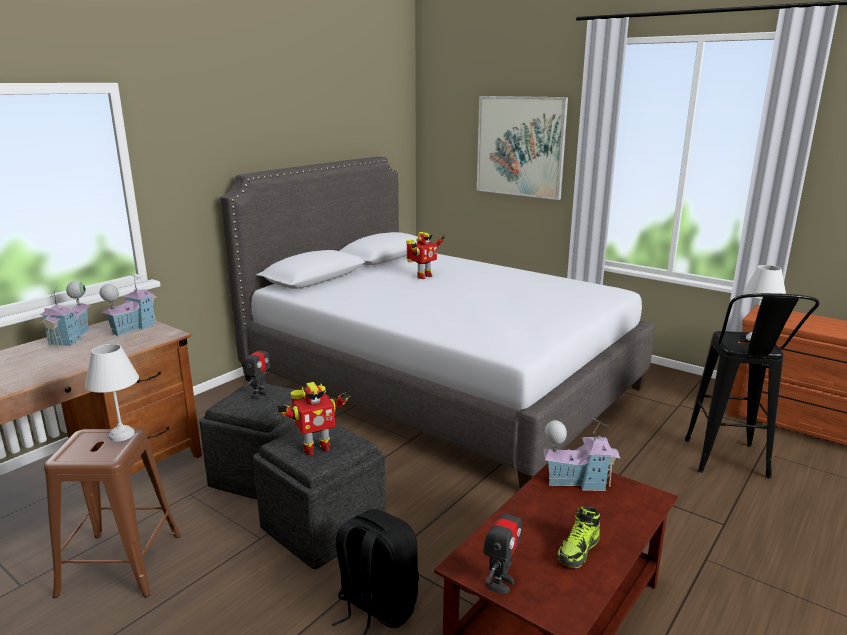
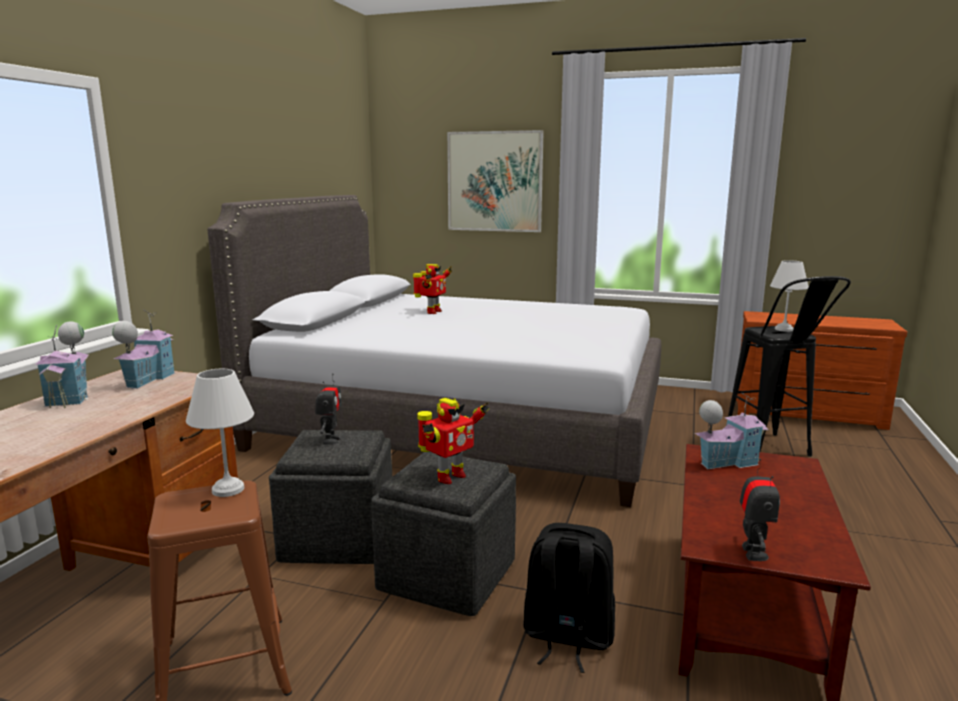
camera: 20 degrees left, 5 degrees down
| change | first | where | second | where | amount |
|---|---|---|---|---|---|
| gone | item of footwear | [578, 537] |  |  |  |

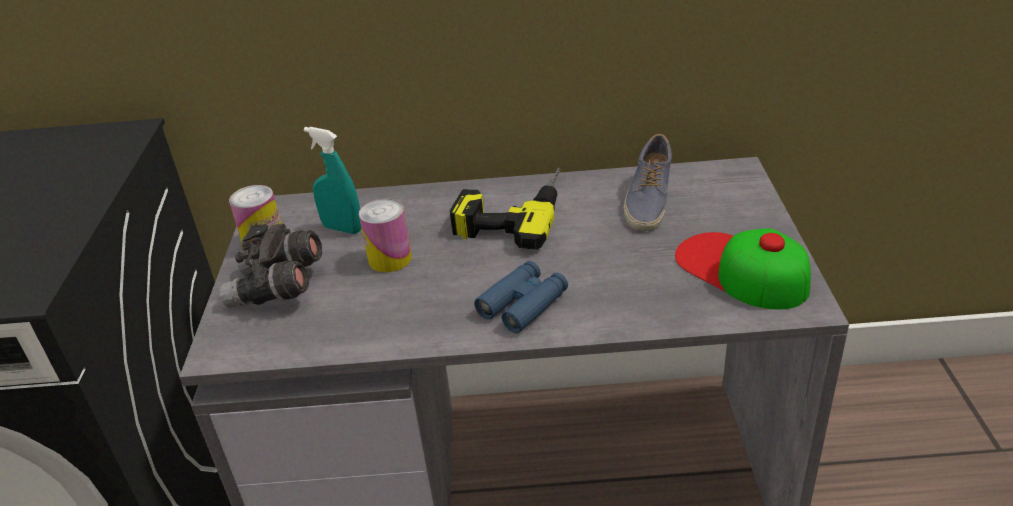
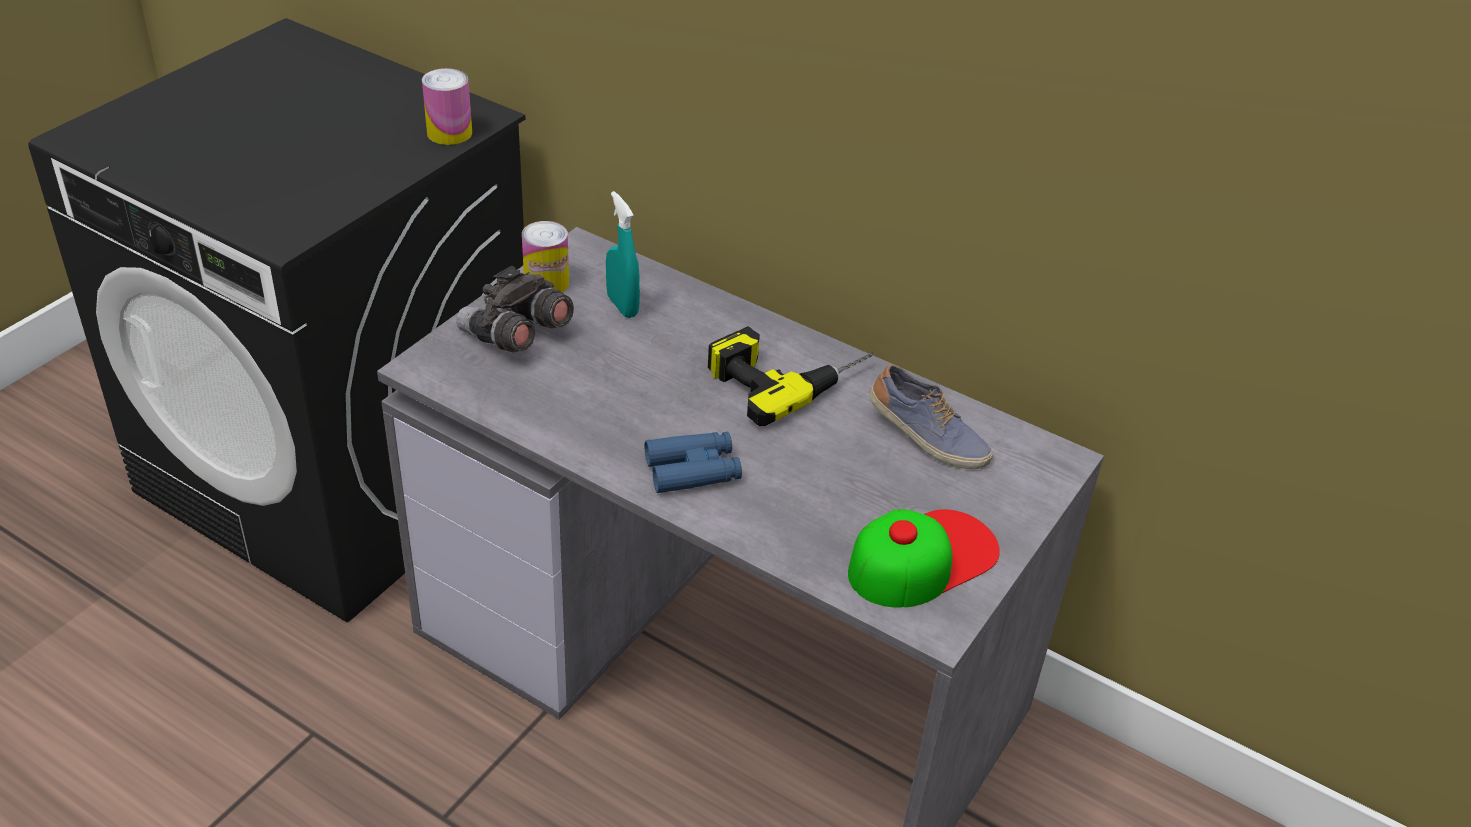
camera: 30 degrees right, 5 degrees up
| change | first | where | second | where | amount |
|---|---|---|---|---|---|
| shifted | metal can | [385, 235] |  | [447, 106] |  |
| rotated | baseball cap | [743, 269] |  | [924, 558] | 60 degrees clockwise |
| rotated | item of footwear | [647, 182] |  | [931, 416] | 105 degrees counterclockwise |

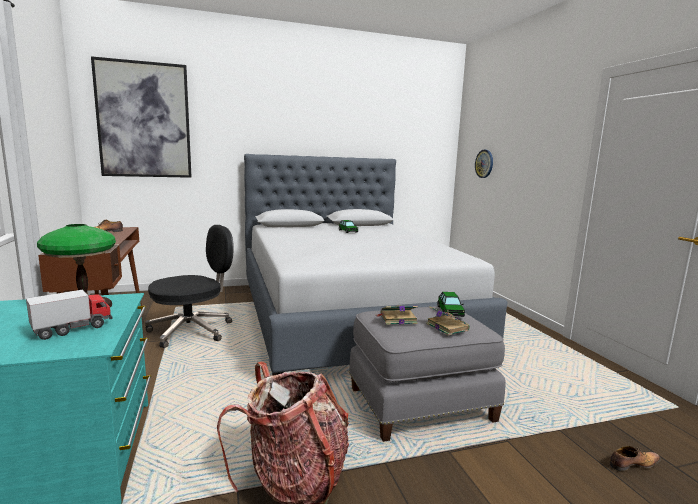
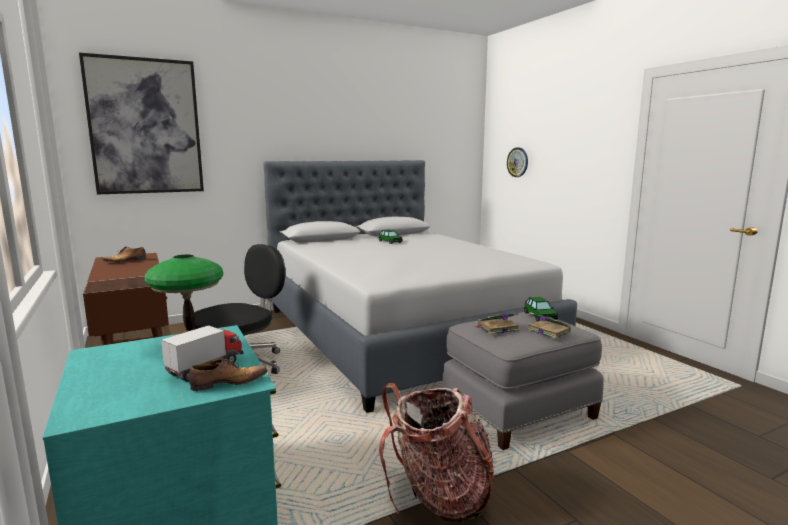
camera: 10 degrees left, 0 degrees up
| change | first | where | second | where | amount |
|---|---|---|---|---|---|
| shifted | item of footwear | [635, 458] |  | [228, 375] |  |

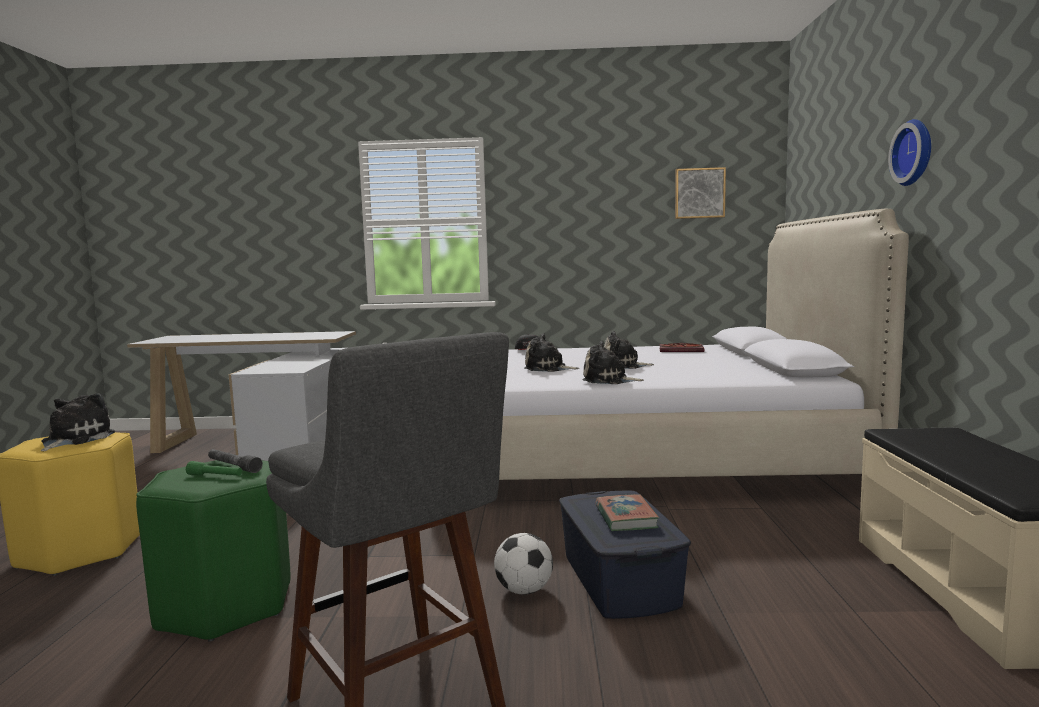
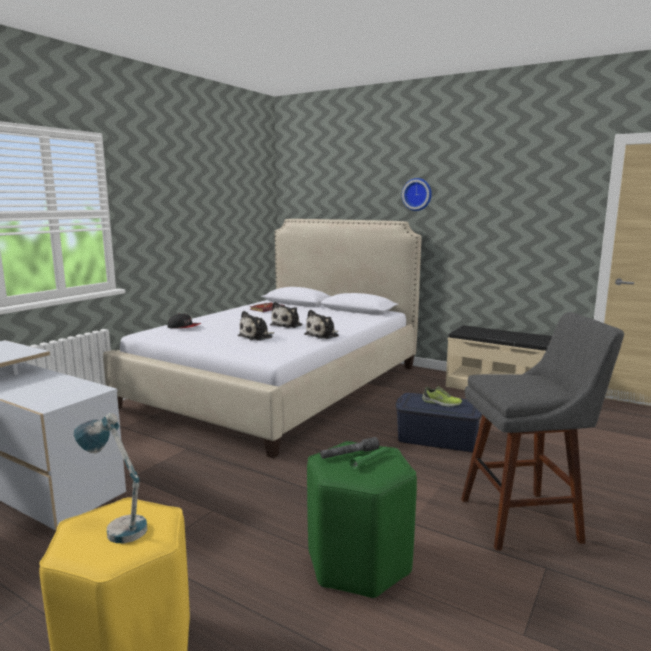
camera: 60 degrees left, 5 degrees up
| change | first | where | second | where | amount |
|---|---|---|---|---|---|
| swapped | plush toy | [78, 422] | tabletop lamp | [110, 478] |  |
| swapped | book | [627, 512] | item of footwear | [442, 396] |  |
| gone | football | [523, 564] |  |  |  |
| gone | picture | [700, 193] |  |  |  |

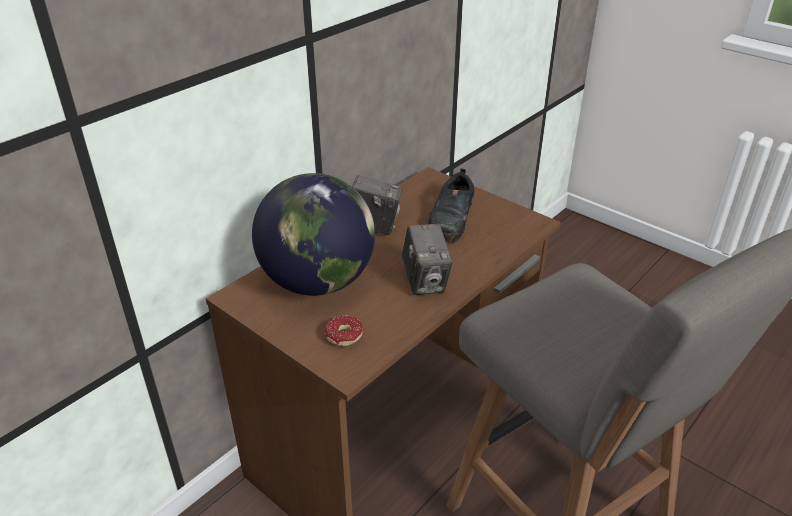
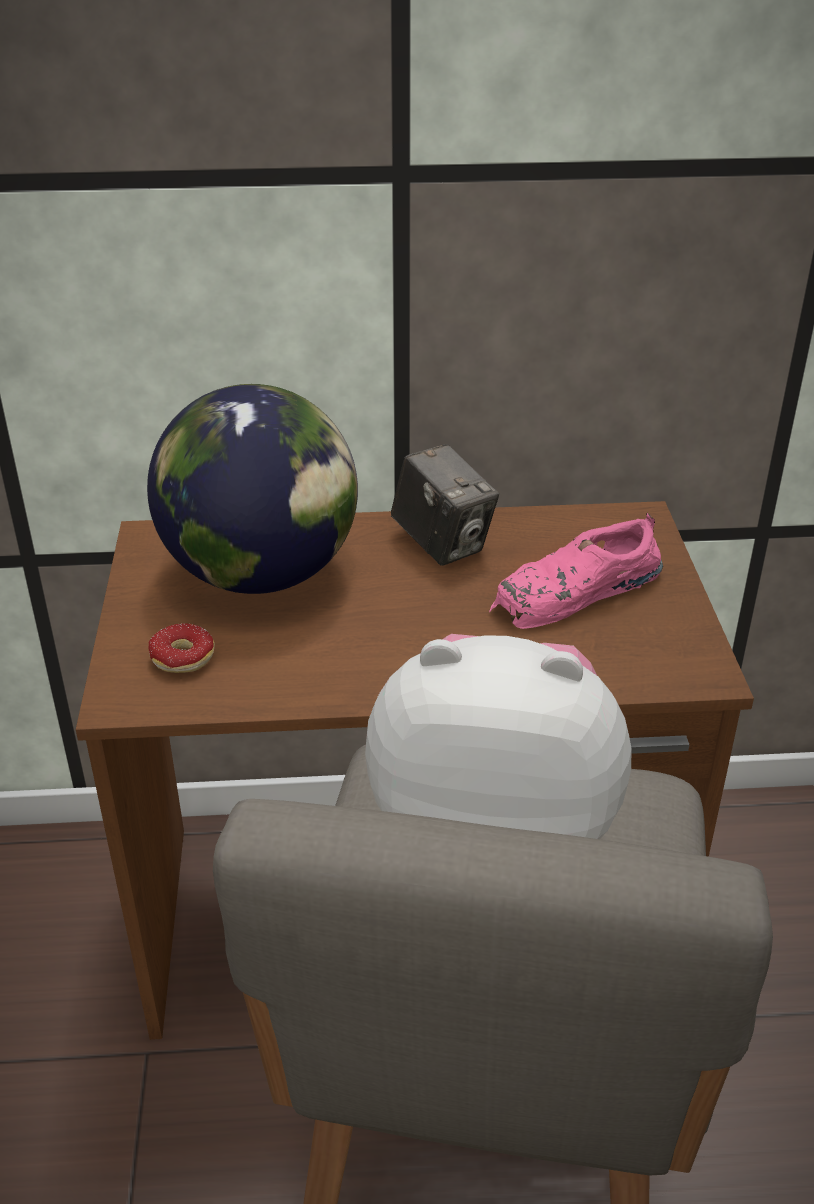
camera: 45 degrees right, 0 degrees up
| change | first | where | second | where | amount |
|---|---|---|---|---|---|
| new |  |  | plush toy | [498, 736] |  |
| repainted | black item of footwear | [451, 205] | pink-coloured item of footwear | [576, 571] |  |
| gone | photo camera | [427, 259] |  |  |  |

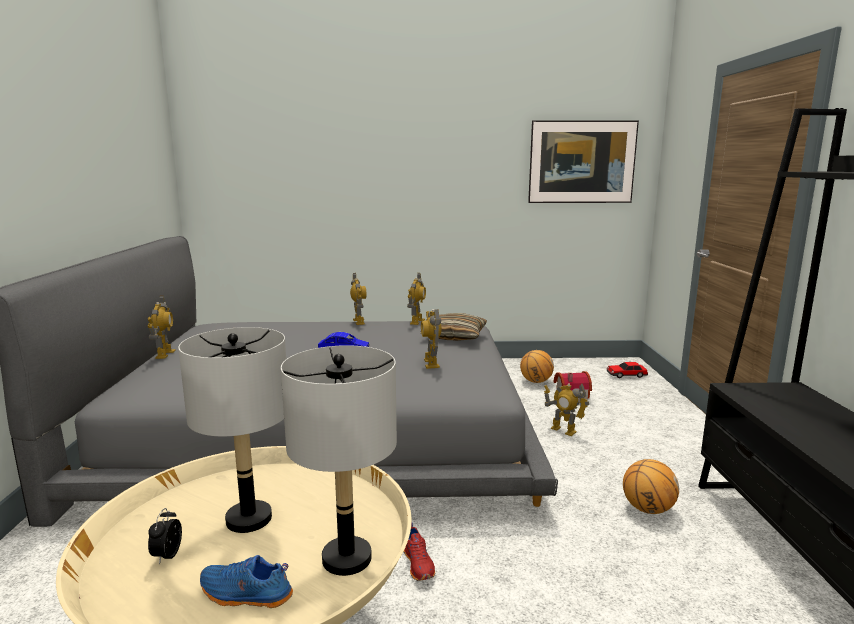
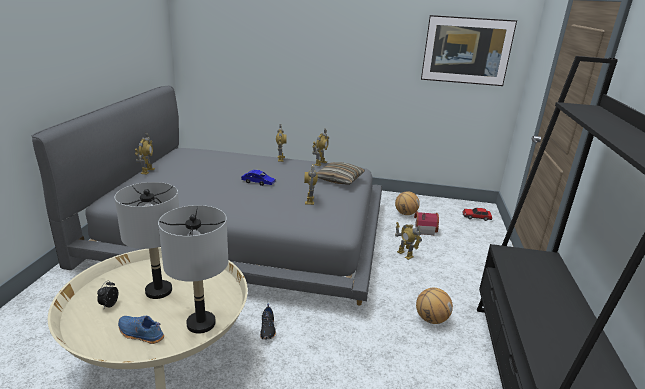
camera: 10 degrees right, 10 degrees up
| change | first | where | second | where | amount |
|---|---|---|---|---|---|
| repainted | reddish item of footwear | [419, 551] | black item of footwear | [268, 321] |  |

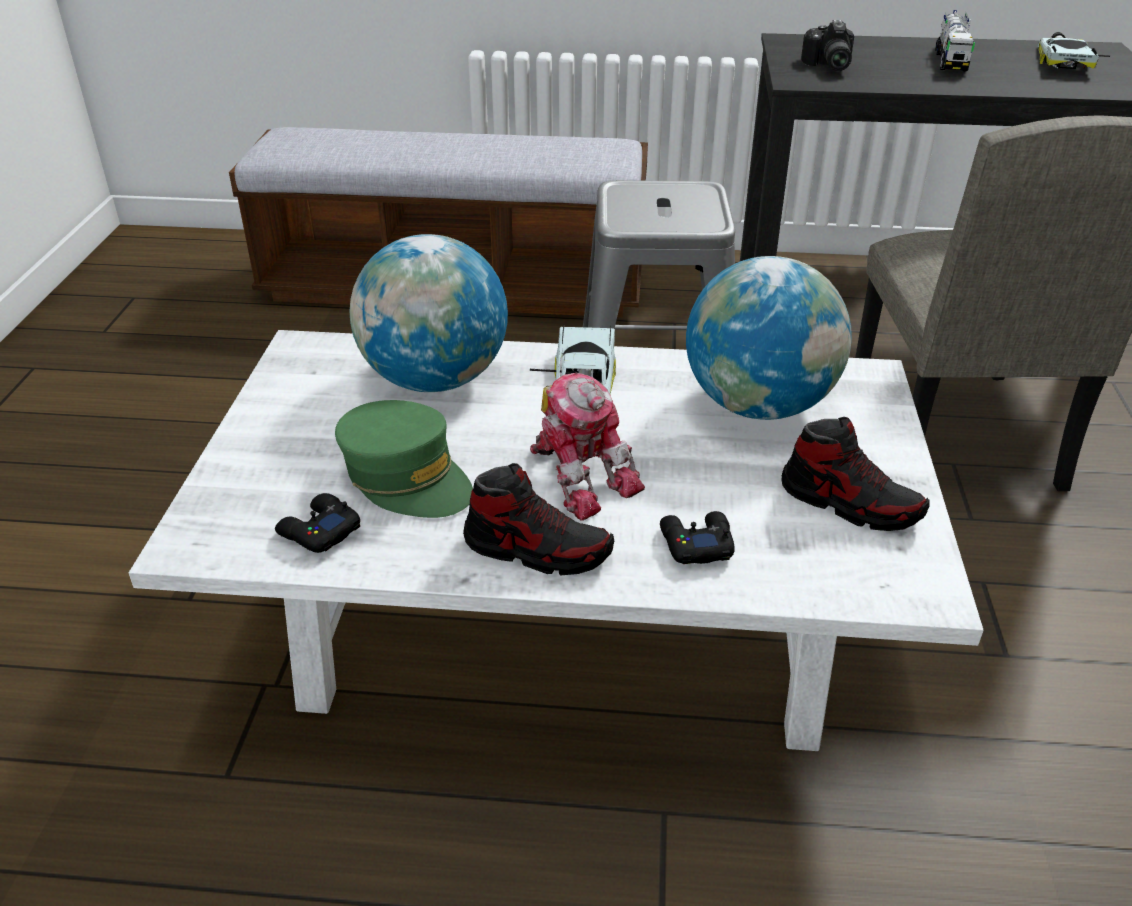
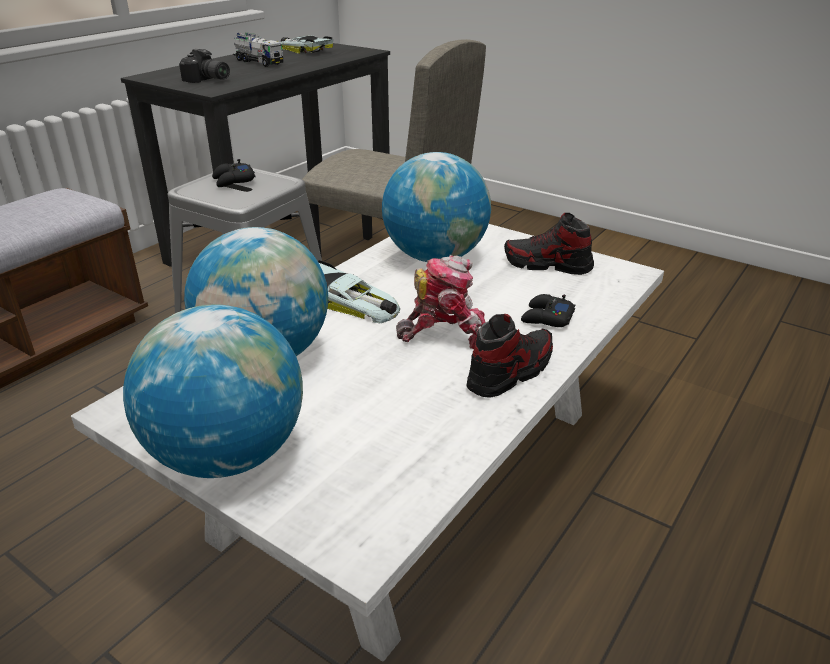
camera: 60 degrees left, 5 degrees down
| change | first | where | second | where | amount |
|---|---|---|---|---|---|
| new |  |  | world globe | [213, 391] |  |
| shifted | black game controller | [317, 523] |  | [233, 173] |  |
| rotated | item of footwear | [855, 474] |  | [549, 244] | 135 degrees counterclockwise |
| gone | greenish baseball cap | [404, 459] |  |  |  |

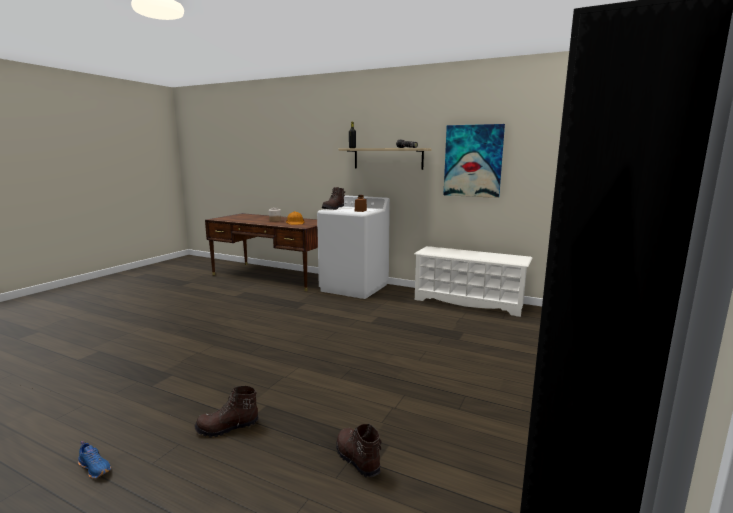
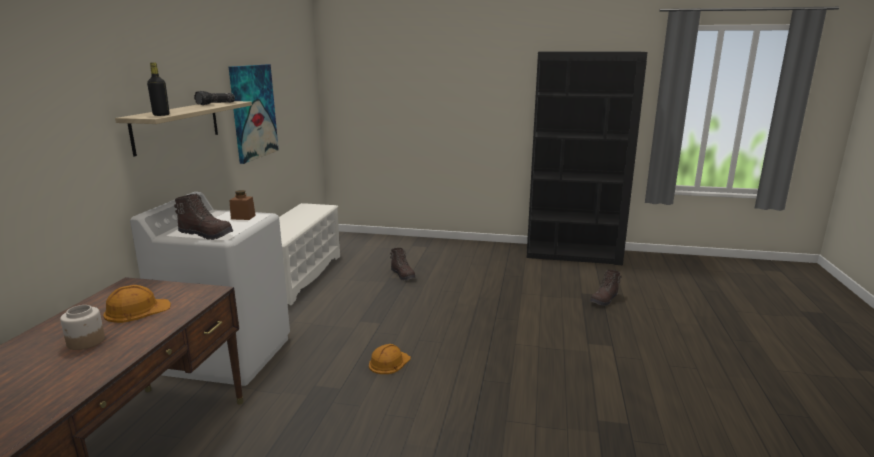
camera: 105 degrees left, 5 degrees up
| change | first | where | second | where | amount |
|---|---|---|---|---|---|
| new |  |  | orange work helmet | [390, 359] |  |
| shifted | brownish boot | [226, 411] |  | [403, 264] |  |
| gone | blue item of footwear | [94, 460] |  |  |  |

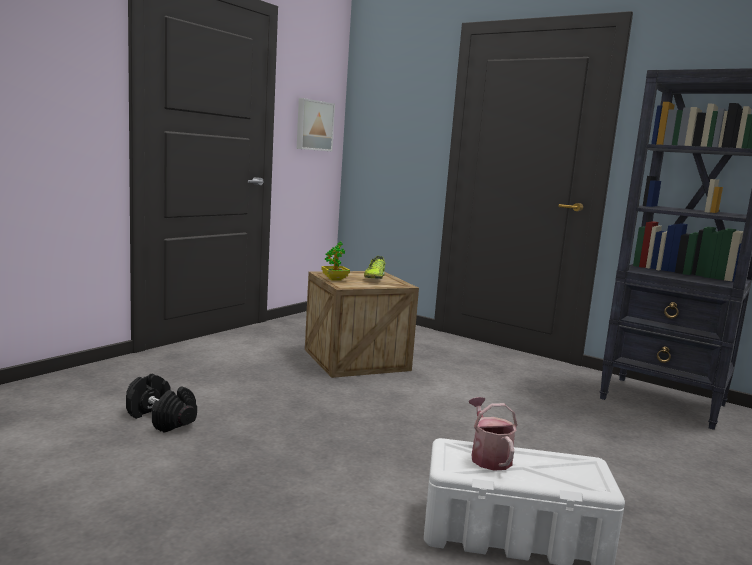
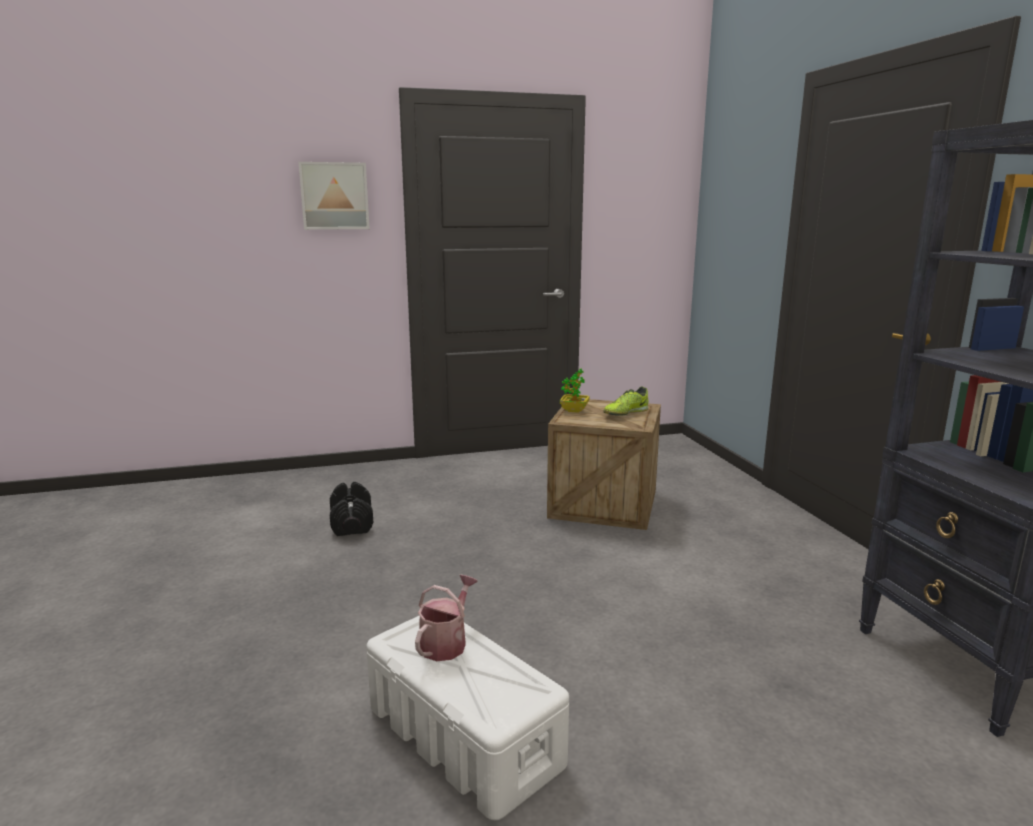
camera: 40 degrees right, 5 degrees up
| change | first | where | second | where | amount |
|---|---|---|---|---|---|
| shifted | picture | [316, 124] |  | [334, 196] |  |

